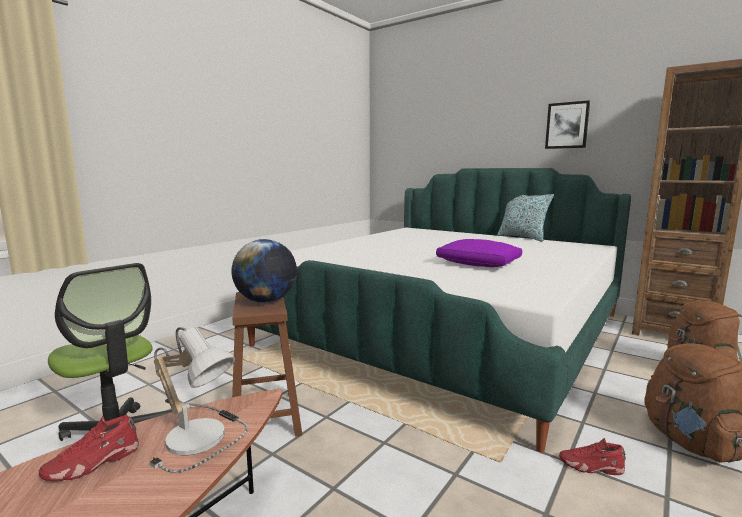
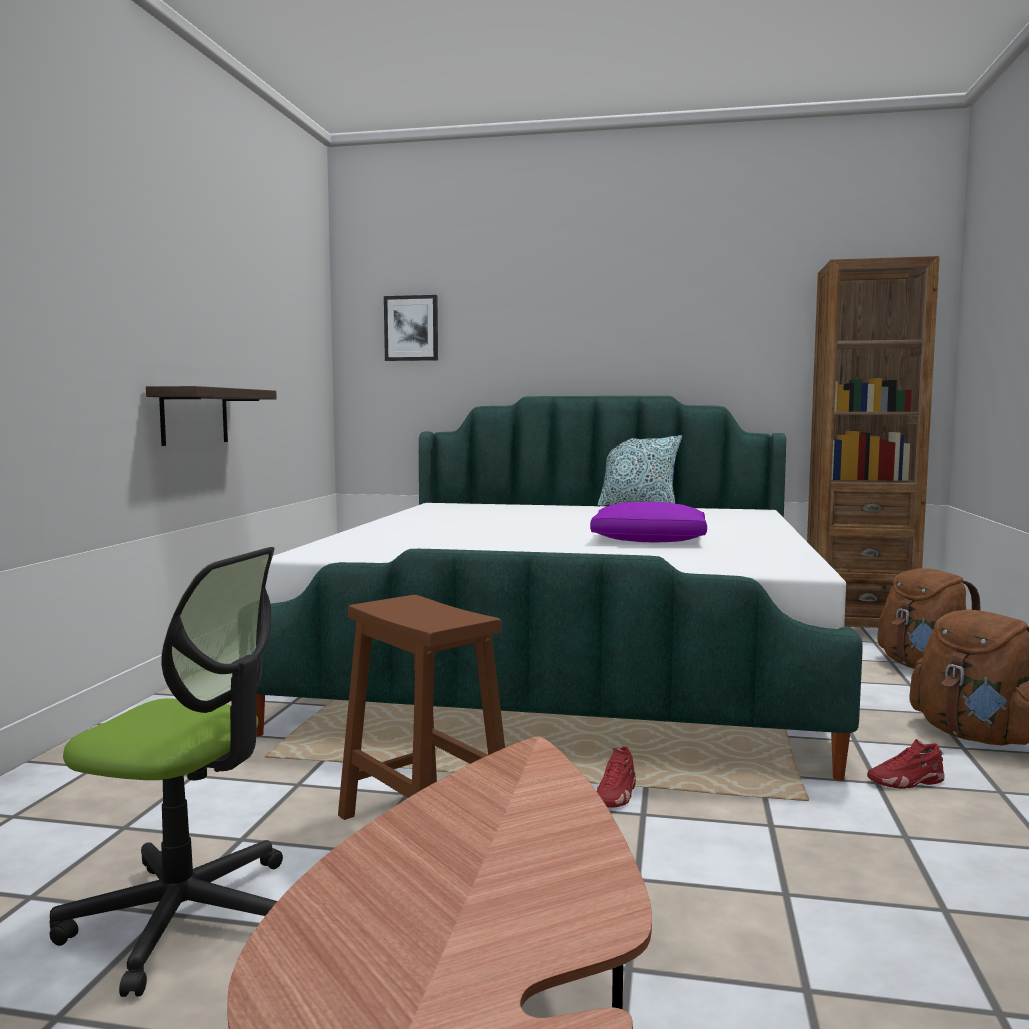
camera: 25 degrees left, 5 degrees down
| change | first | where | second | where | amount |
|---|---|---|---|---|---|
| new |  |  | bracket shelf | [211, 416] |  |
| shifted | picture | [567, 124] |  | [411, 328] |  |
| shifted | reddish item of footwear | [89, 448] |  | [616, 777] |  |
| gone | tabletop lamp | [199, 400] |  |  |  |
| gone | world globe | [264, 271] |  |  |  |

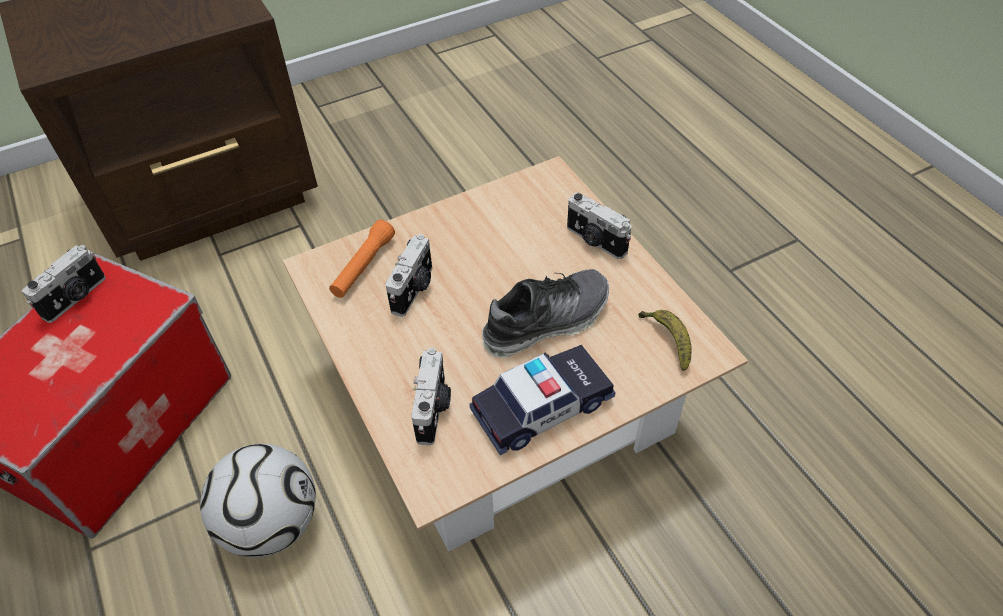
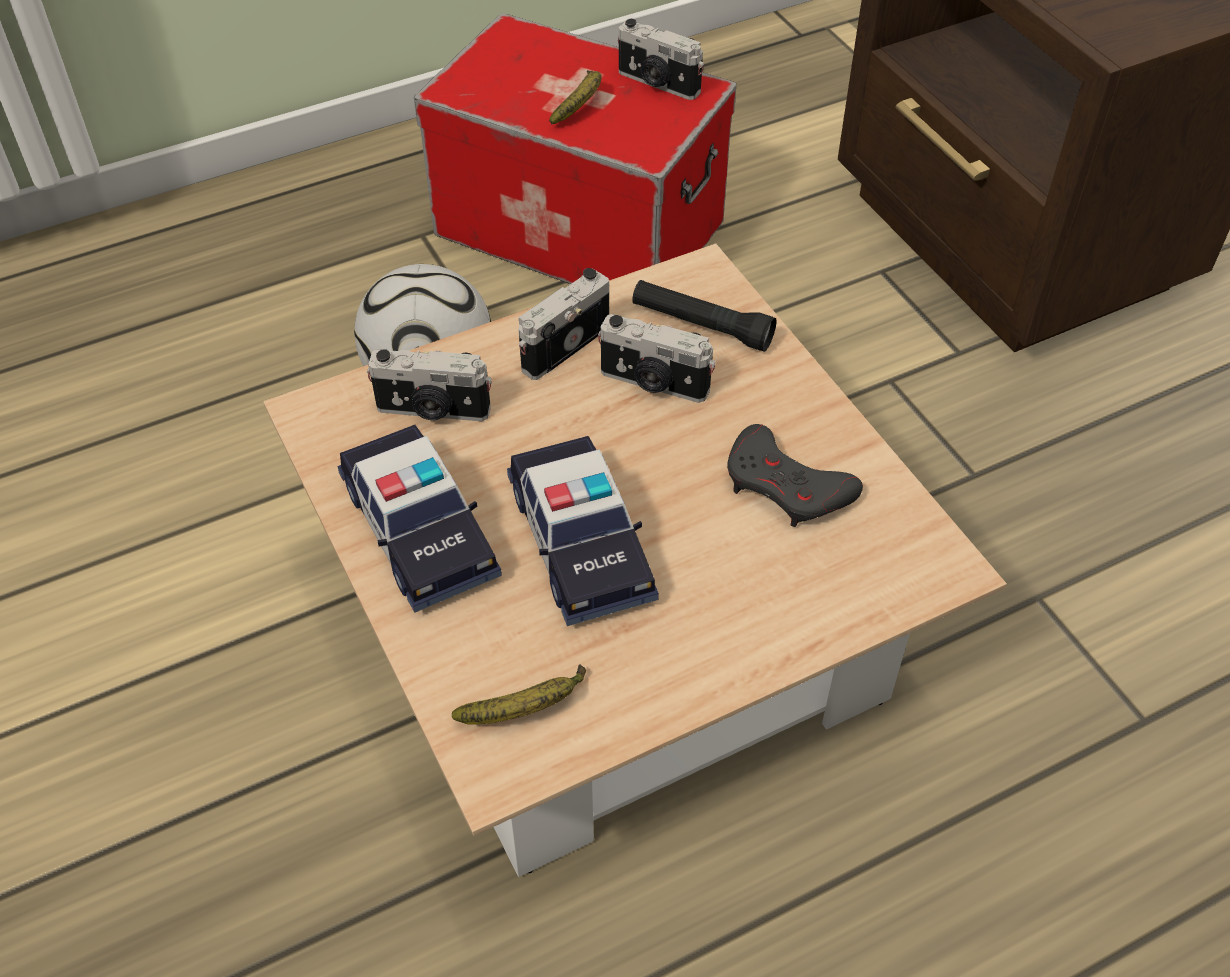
camera: 90 degrees right, 0 degrees up
| change | first | where | second | where | amount |
|---|---|---|---|---|---|
| swapped | item of footwear | [545, 313] | model car | [583, 531] |  |
| shifted | photo camera | [599, 225] |  | [564, 324] |  |
| new |  |  | banana fruit | [575, 97] |  |
| repainted | orange torch | [362, 259] | black torch | [704, 316] |  |
| new |  |  | gray game controller | [795, 475] |  |

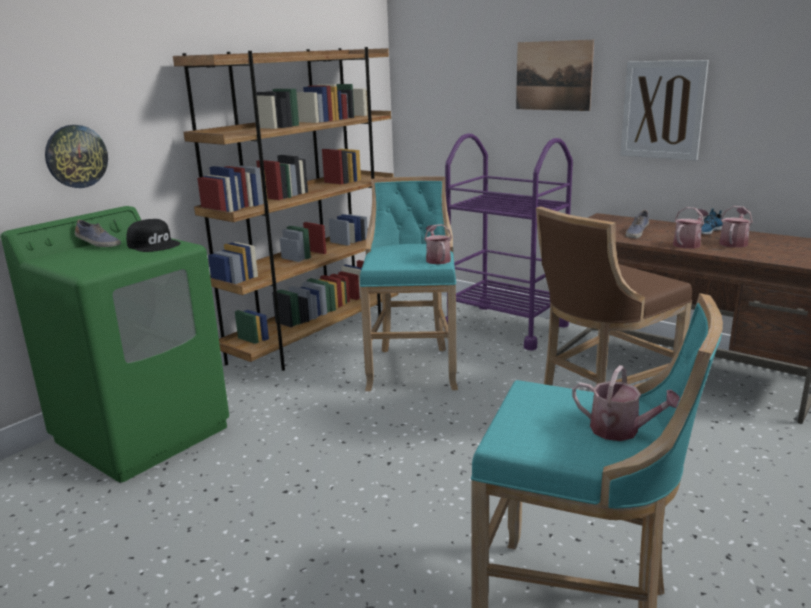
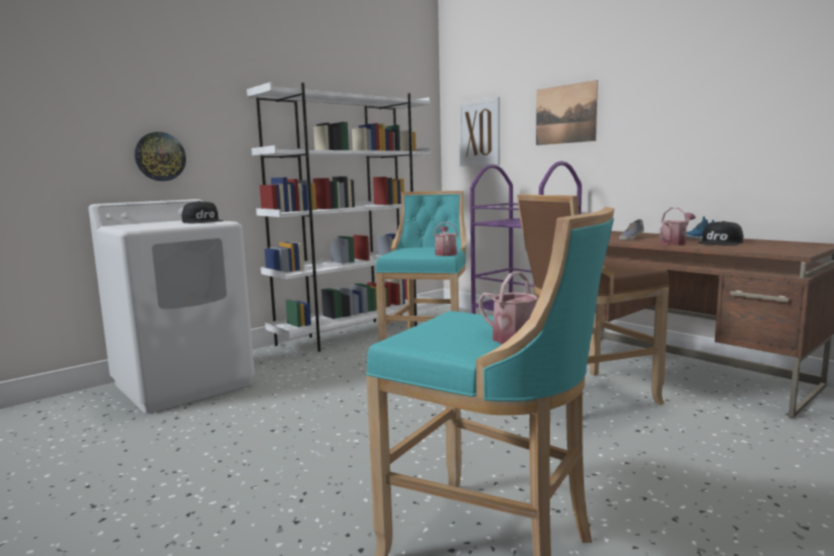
camera: 10 degrees right, 10 degrees down
| change | first | where | second | where | amount |
|---|---|---|---|---|---|
| repainted | greenish laundry appliance | [115, 344] | white laundry appliance | [172, 306] |  |
| repainted | brownish shelving unit | [285, 209] | white shelving unit | [341, 217] |  |
| shifted | picture | [664, 110] |  | [479, 132] |  |
| swapped | sprinkling can | [736, 227] | black baseball cap | [720, 233] |  |
| gone | item of footwear | [98, 233] |  |  |  |

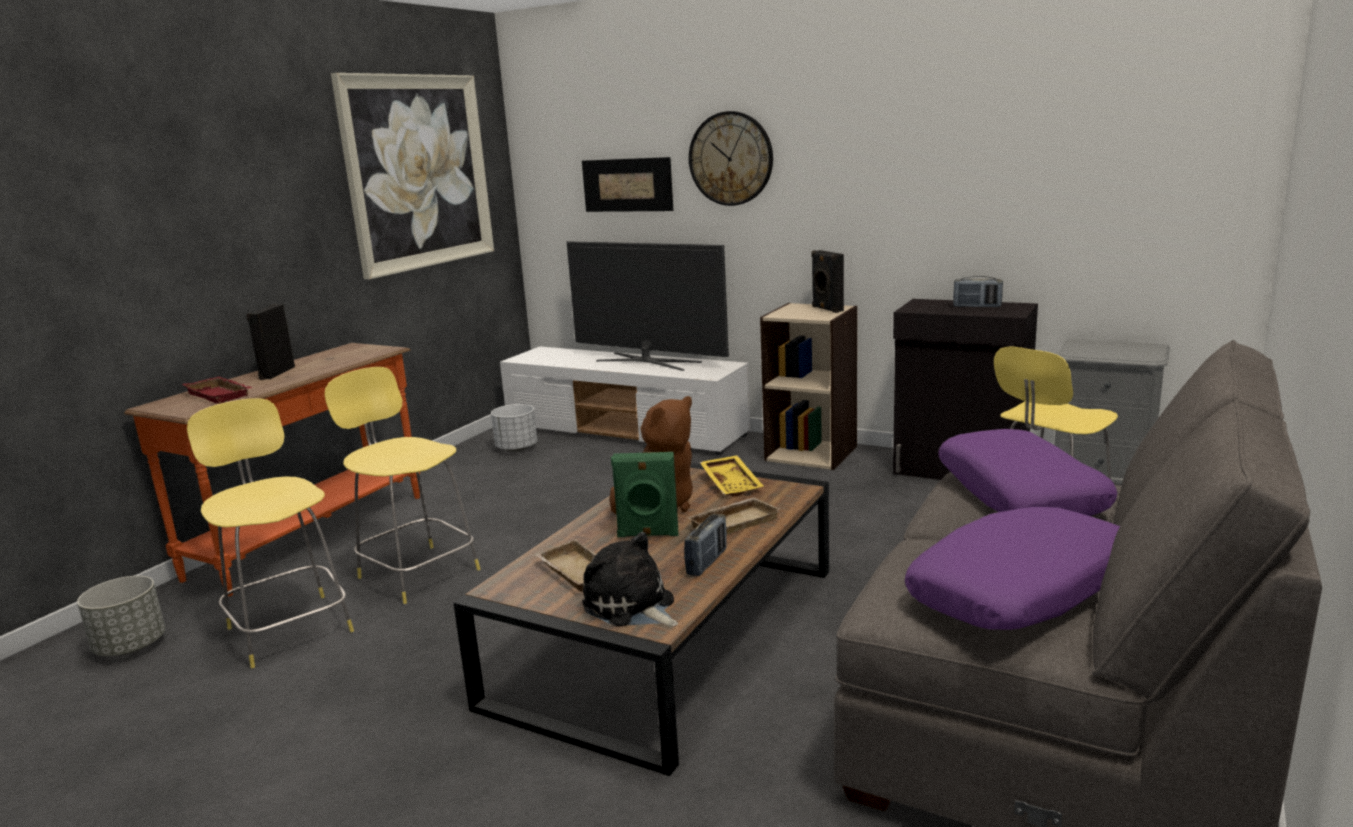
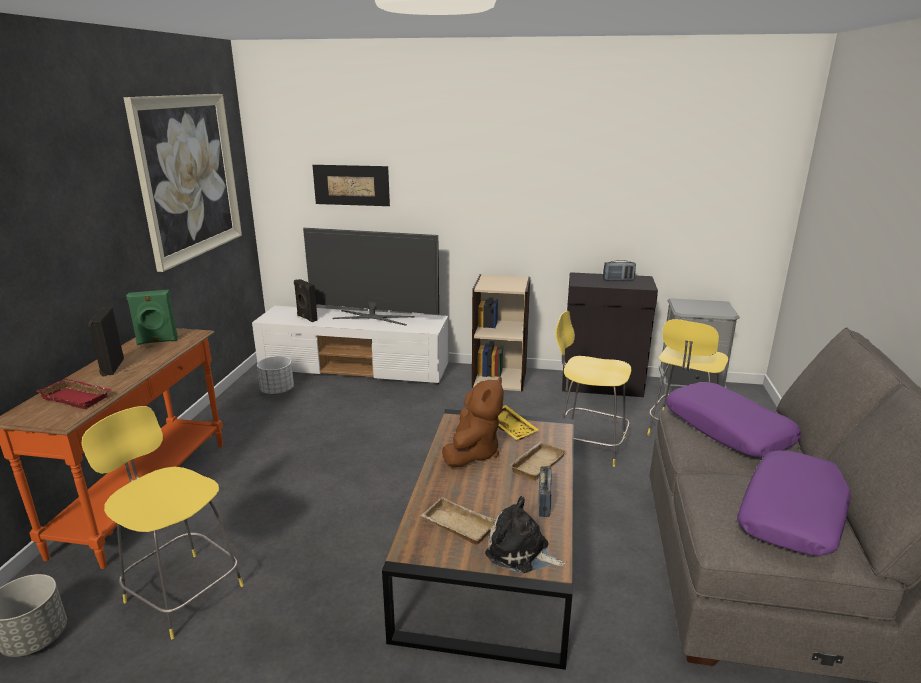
camera: 20 degrees left, 5 degrees up
| change | first | where | second | where | amount |
|---|---|---|---|---|---|
| shifted | greenish audio speaker | [645, 494] |  | [152, 317] |  |
| shifted | black audio speaker | [827, 281] |  | [306, 300] |  |
| shifted | yellowish stool seat | [402, 485] |  | [593, 389] |  |
| gone | wall clock | [731, 158] |  |  |  |

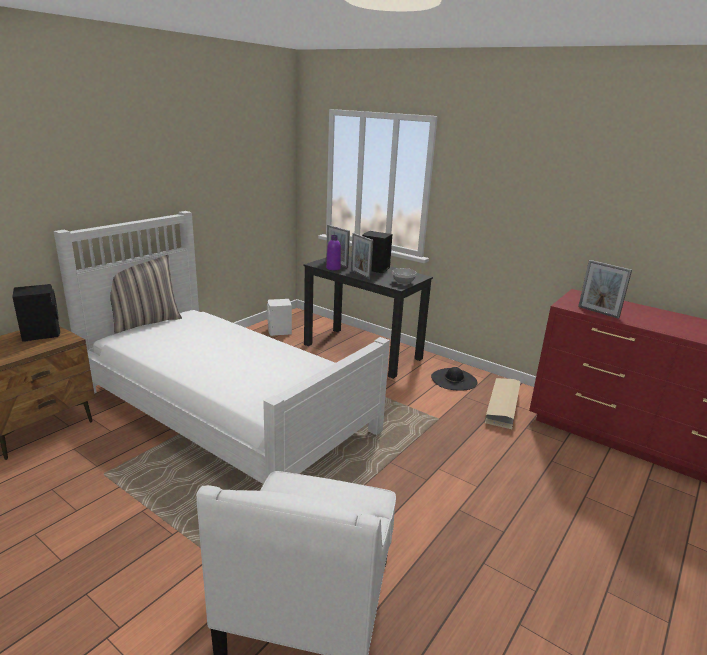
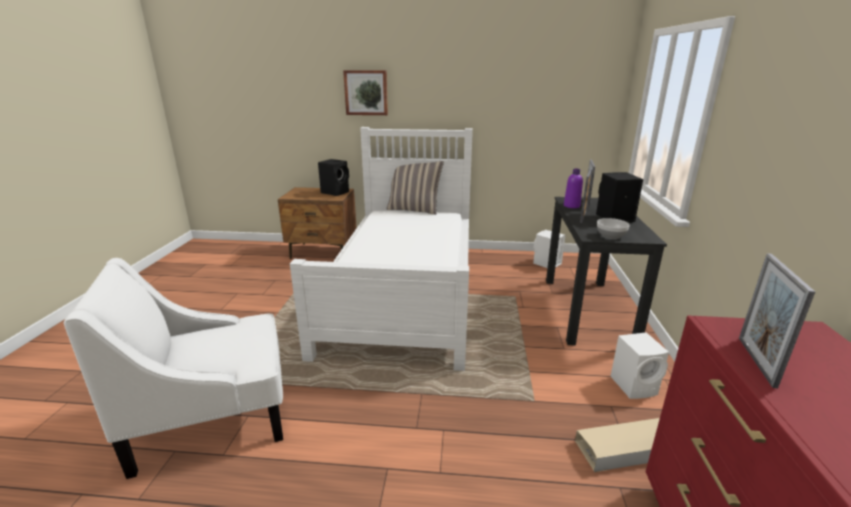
camera: 60 degrees right, 0 degrees up
| change | first | where | second | where | amount |
|---|---|---|---|---|---|
| new |  |  | picture | [365, 92] |  |
| swapped | black wearable hat | [454, 378] | white audio speaker | [639, 365] |  |

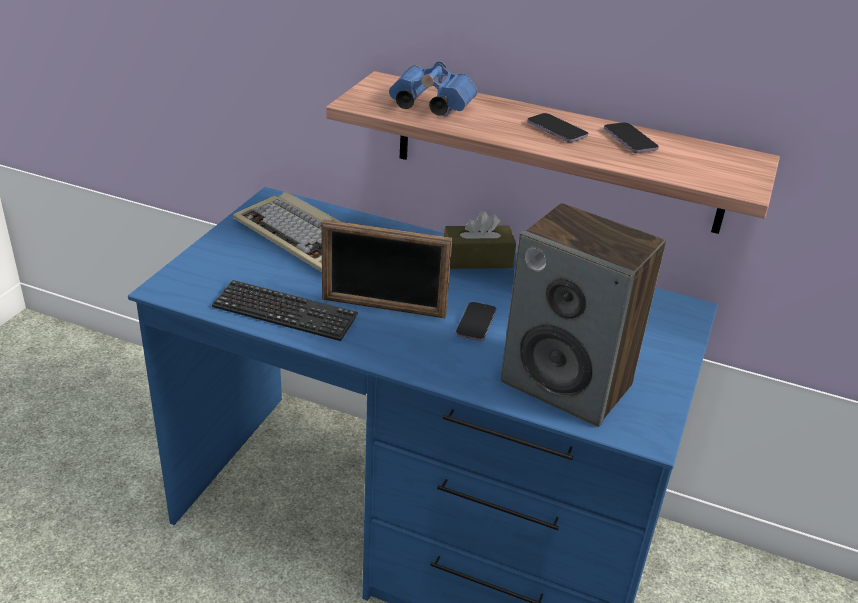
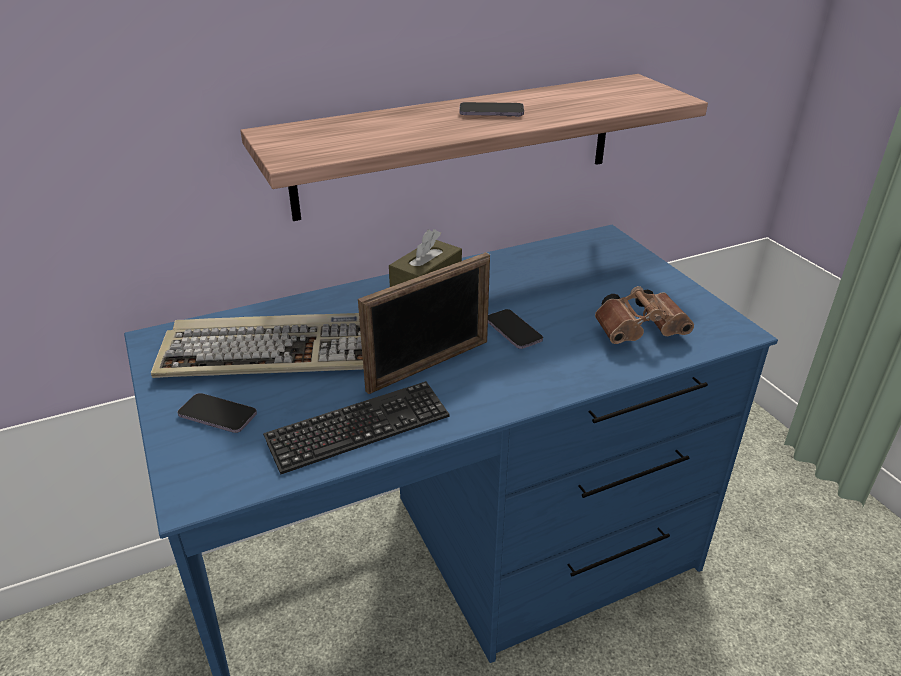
camera: 45 degrees left, 0 degrees up
| change | first | where | second | where | amount |
|---|---|---|---|---|---|
| shifted | phone | [631, 137] |  | [217, 413] |  |
| swapped | audio speaker | [583, 315] | brownish pair of binoculars | [644, 315] |  |
| gone | blue pair of binoculars | [433, 88] |  |  |  |

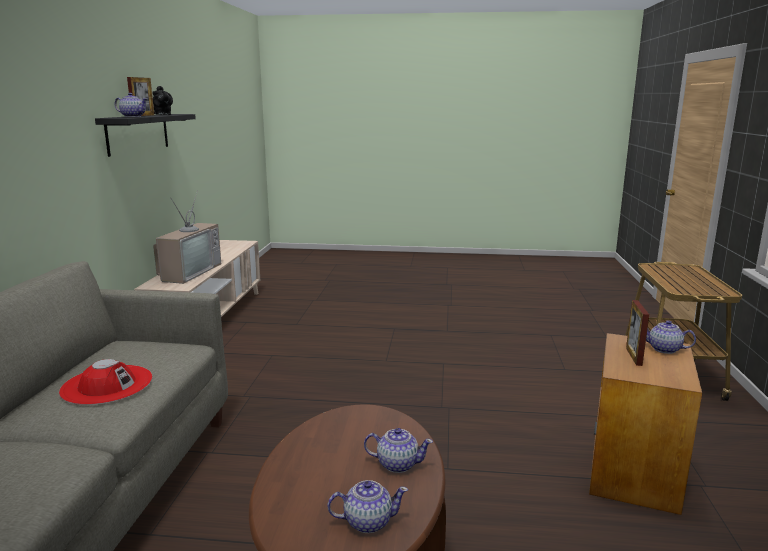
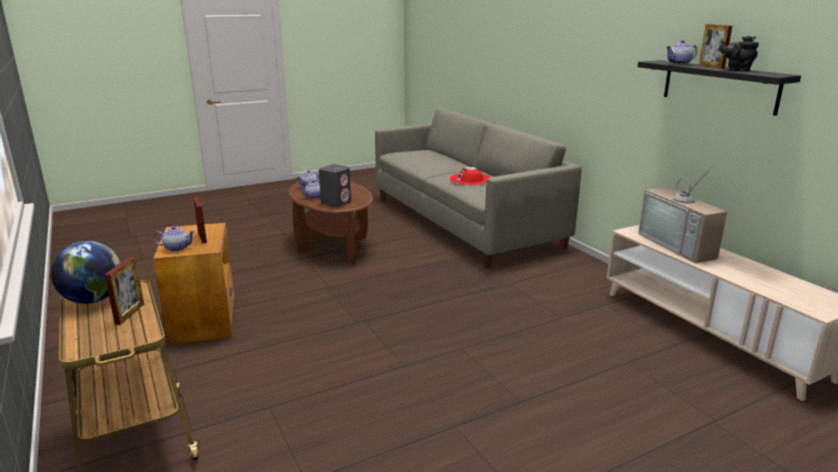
camera: 145 degrees right, 5 degrees up
| change | first | where | second | where | amount |
|---|---|---|---|---|---|
| new |  |  | world globe | [86, 272] |  |
| new |  |  | standing frame | [124, 291] |  |
| new |  |  | gray audio speaker | [335, 185] |  |

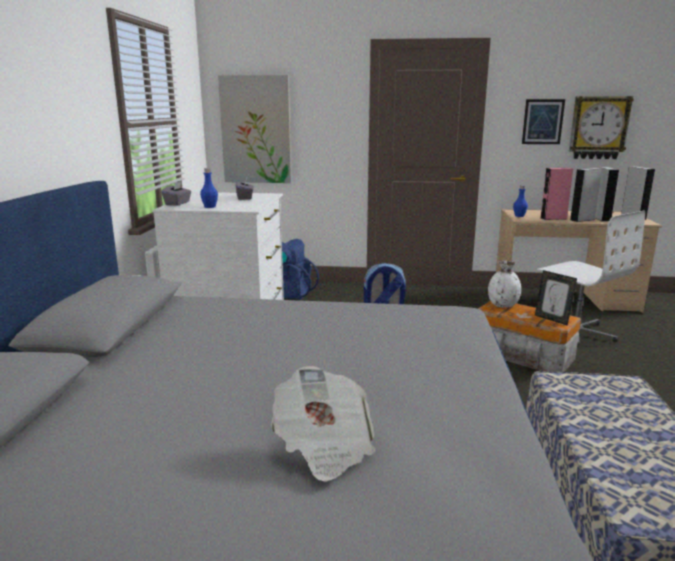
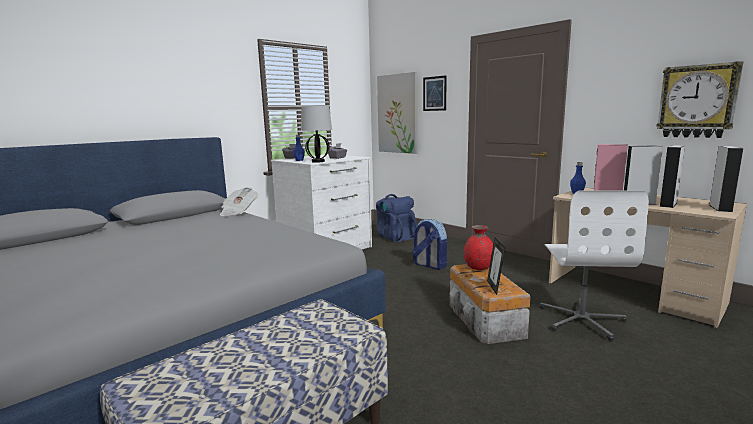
camera: 40 degrees right, 5 degrees down
| change | first | where | second | where | amount |
|---|---|---|---|---|---|
| shifted | printed paper | [323, 424] |  | [239, 201] |  |
| new |  |  | tabletop lamp | [316, 134] |  |
| shifted | picture | [543, 121] |  | [435, 93] |  |
| repainted | white flower vase | [504, 284] | reddish flower vase | [478, 247] |  |

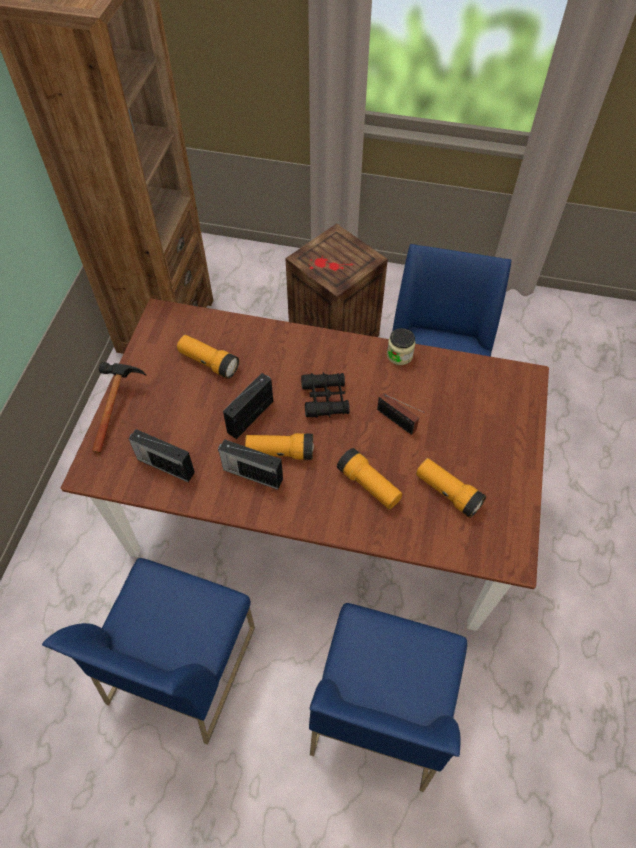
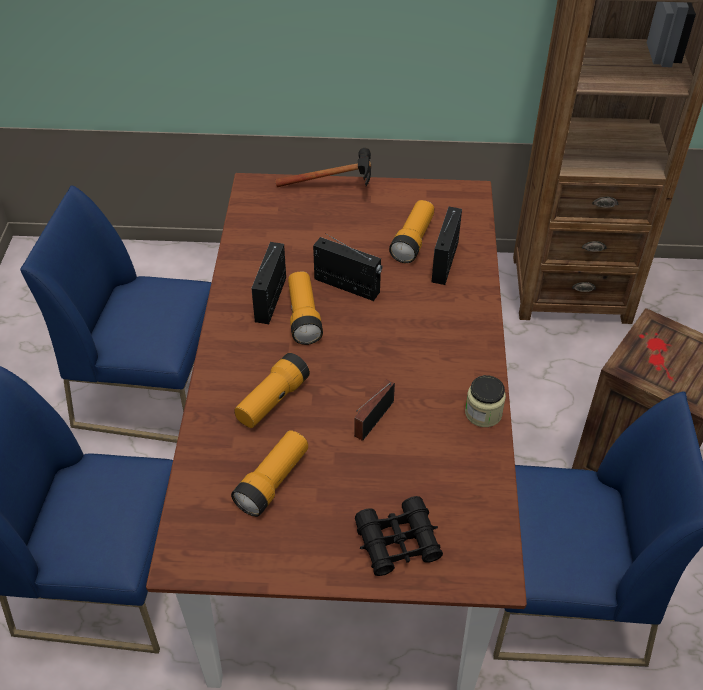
camera: 80 degrees right, 10 degrees down
| change | first | where | second | where | amount |
|---|---|---|---|---|---|
| shifted | black pair of binoculars | [325, 395] |  | [399, 536] |  |
| shifted | radio | [162, 455] |  | [447, 246] |  |

